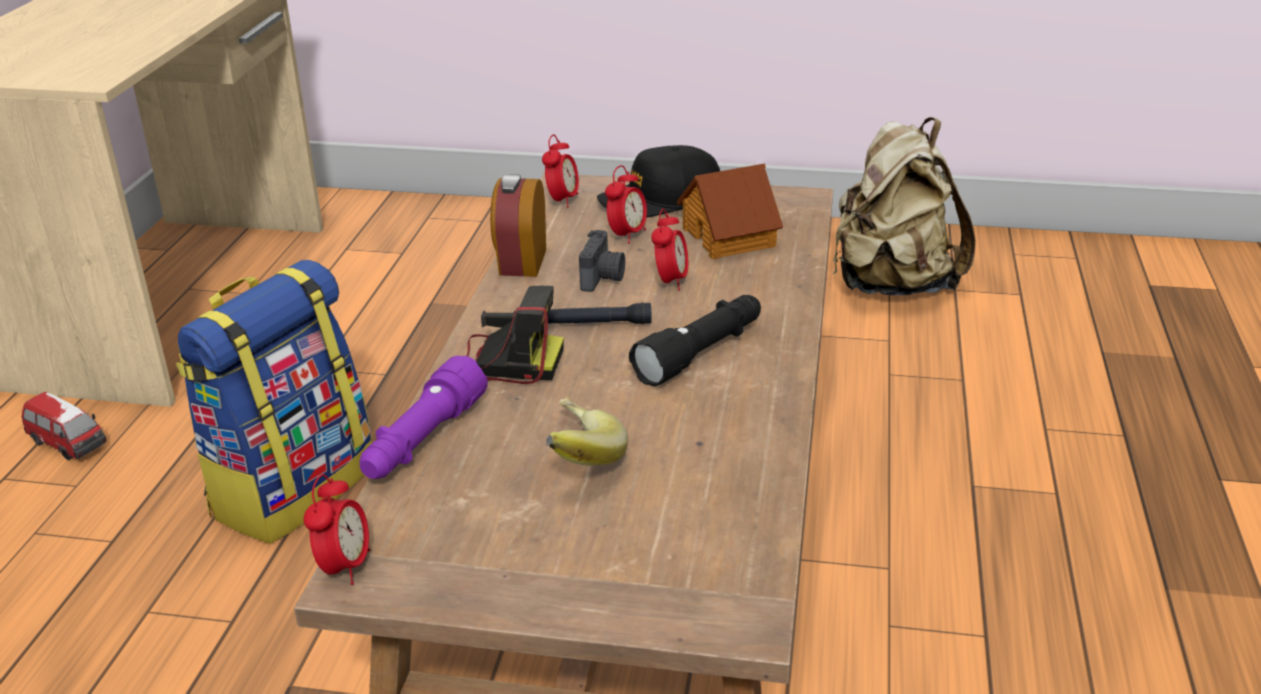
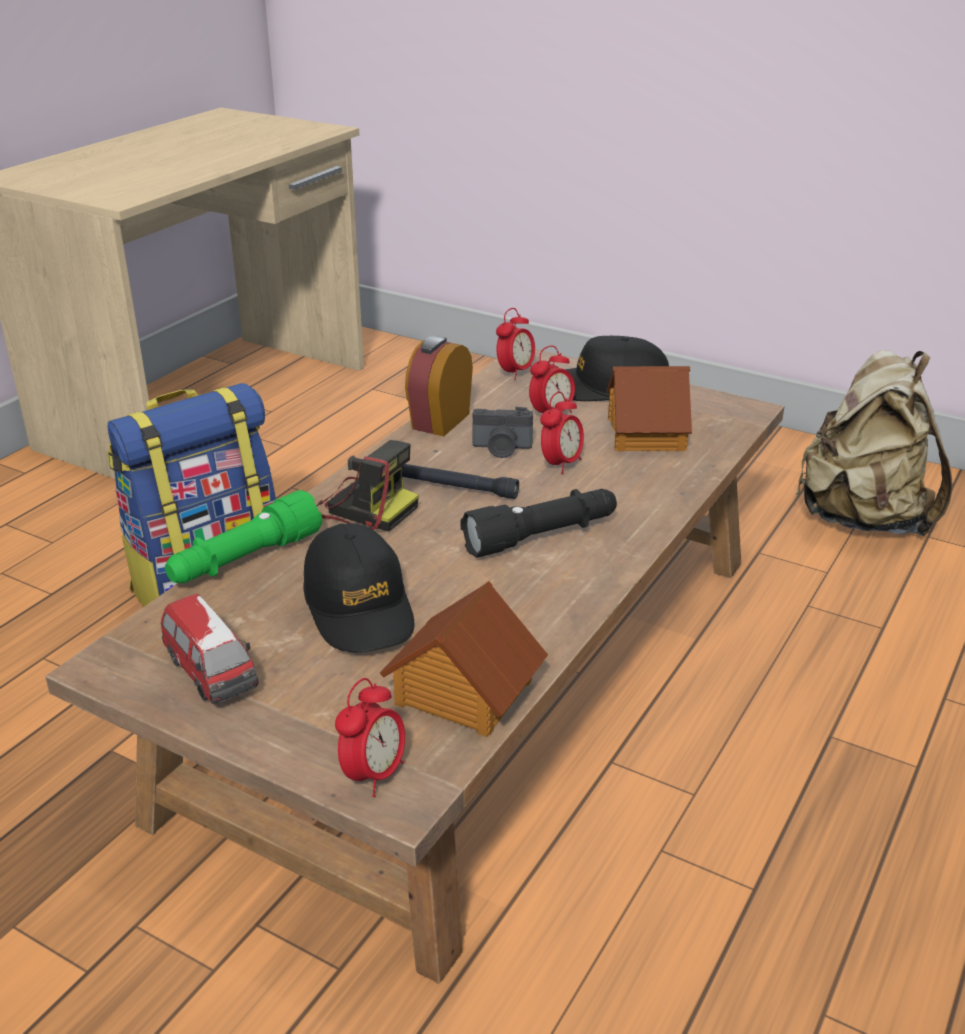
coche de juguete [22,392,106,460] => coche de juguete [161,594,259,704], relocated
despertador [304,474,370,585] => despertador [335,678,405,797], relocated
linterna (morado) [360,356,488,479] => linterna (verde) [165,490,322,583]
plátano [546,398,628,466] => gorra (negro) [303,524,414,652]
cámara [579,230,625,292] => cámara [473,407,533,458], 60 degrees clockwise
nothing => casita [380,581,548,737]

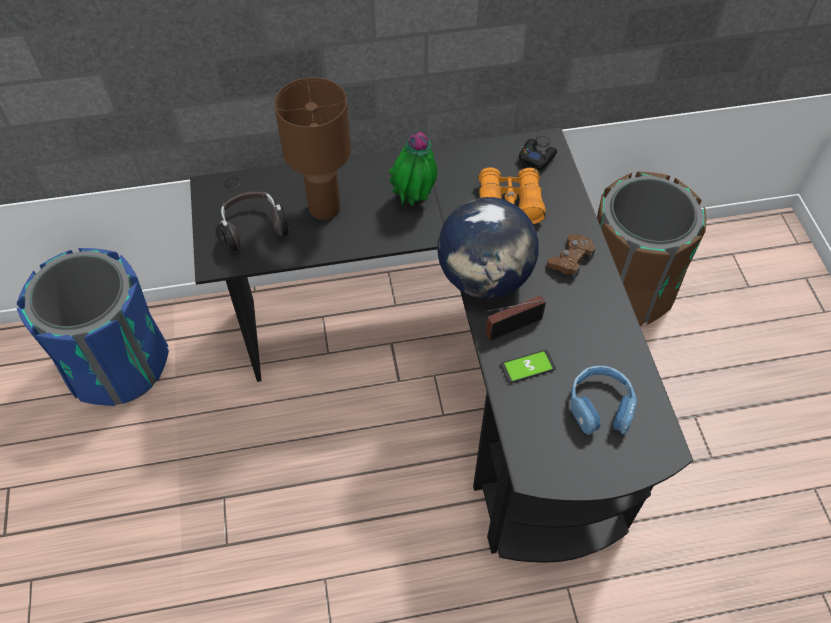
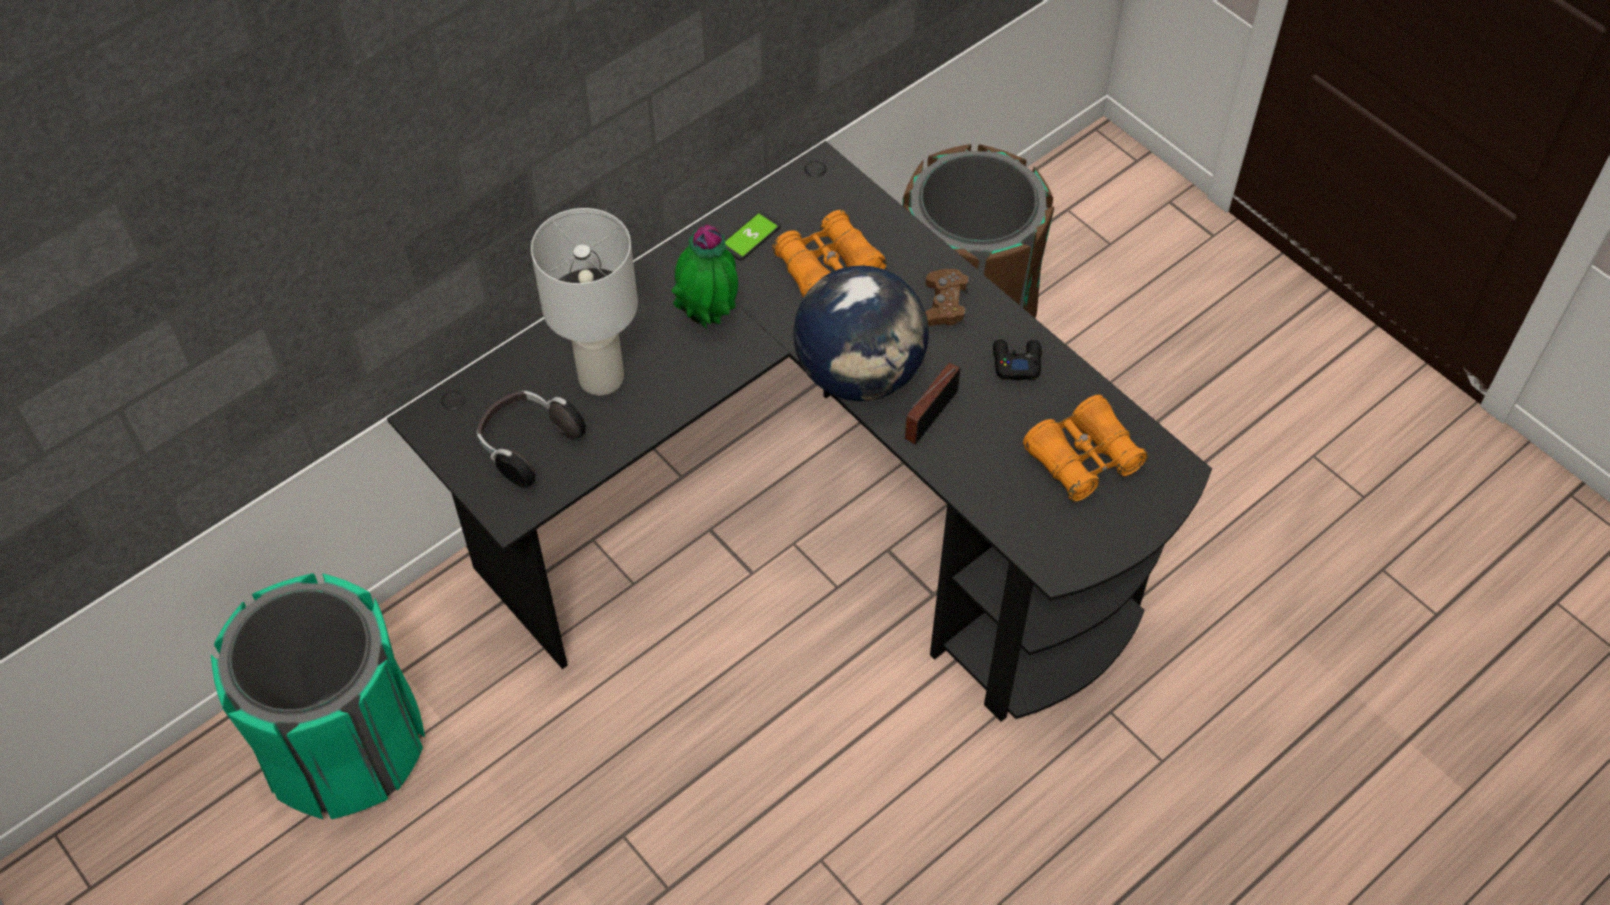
papelera (azul) [17,248,169,406] => papelera (verde) [211,573,425,819]
lámpara de mesa (marrón) [274,77,351,220] => lámpara de mesa (blanco) [531,208,638,396]
móvil [500,350,556,384] => móvil [725,211,781,261], relocated
mando de consola (negro) [519,139,557,169] => mando de consola (negro) [993,339,1042,380], relocated
auriculares (azul) [571,366,638,435] => prismáticos (naranja) [1023,395,1148,502]

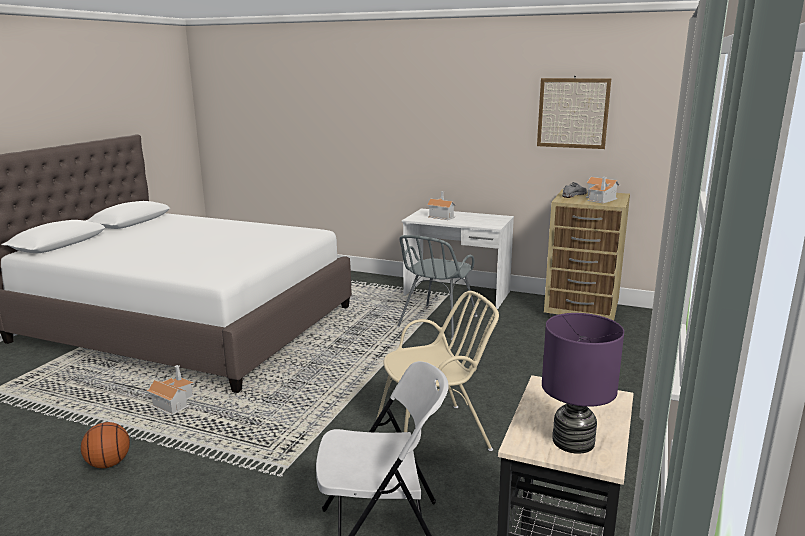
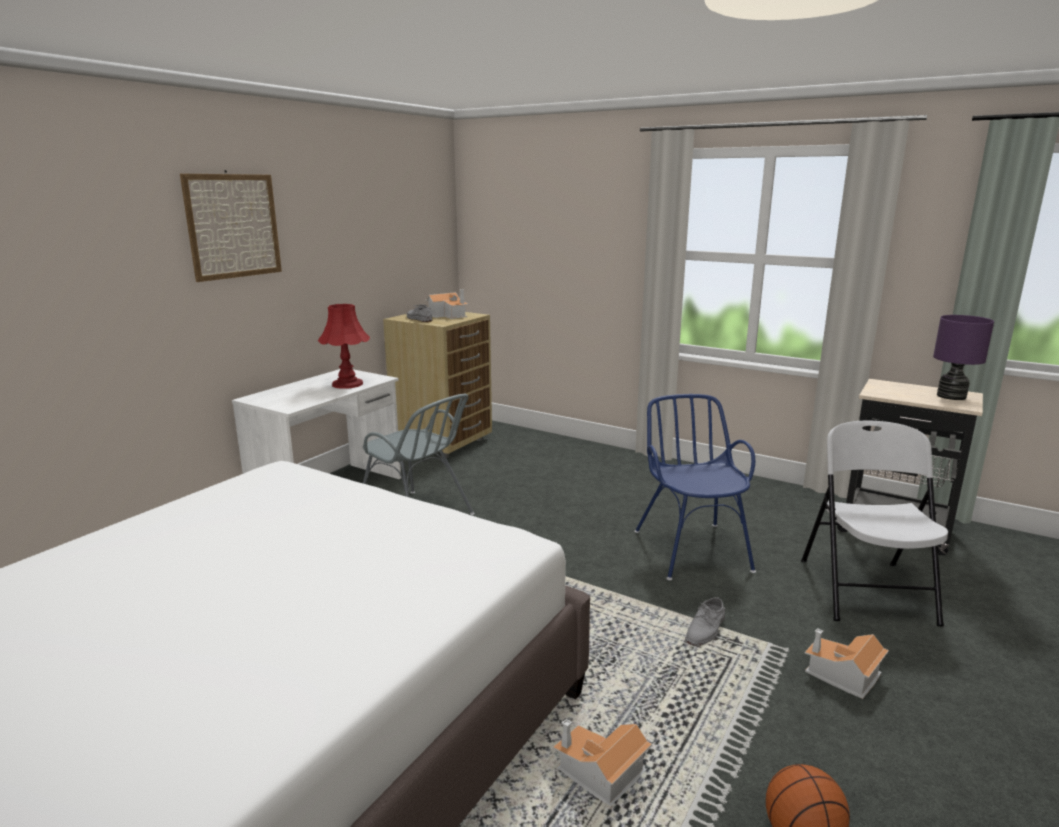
silla (beis) [377,291,499,451] => silla (azul) [634,394,756,581]
casita [427,191,455,220] => casita [805,628,889,699], relocated
cuadro [537,76,611,149] => cuadro [180,170,282,282], relocated
nothing => lámpara de mesa (rojo) [318,304,370,389]
nothing => zapato (gris) [685,597,725,646]

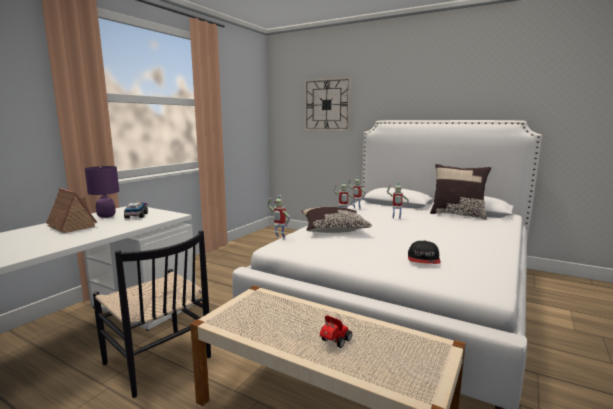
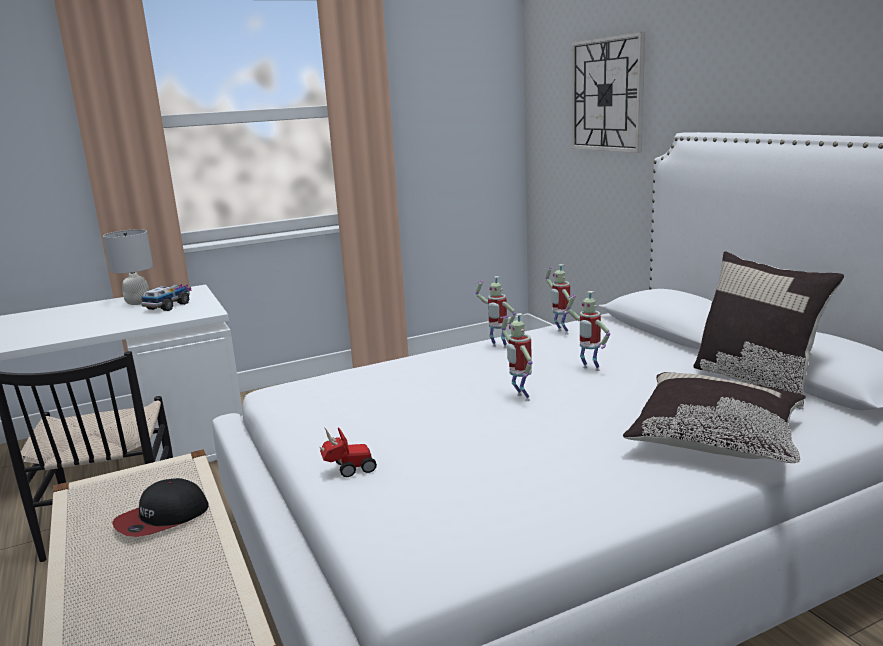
casita [46,188,98,233] => nothing
lámpara de mesa (morado) [84,166,119,218] => lámpara de mesa (gris) [103,229,153,305]
robot de juguete [267,195,290,239] => robot de juguete [500,313,532,401], relocated
cojín [301,207,372,233] => cojín [623,372,806,463], relocated
coche de juguete [320,316,352,348] => coche de juguete [320,427,377,477], relocated
gorra [408,240,441,264] => gorra [112,478,209,537], relocated

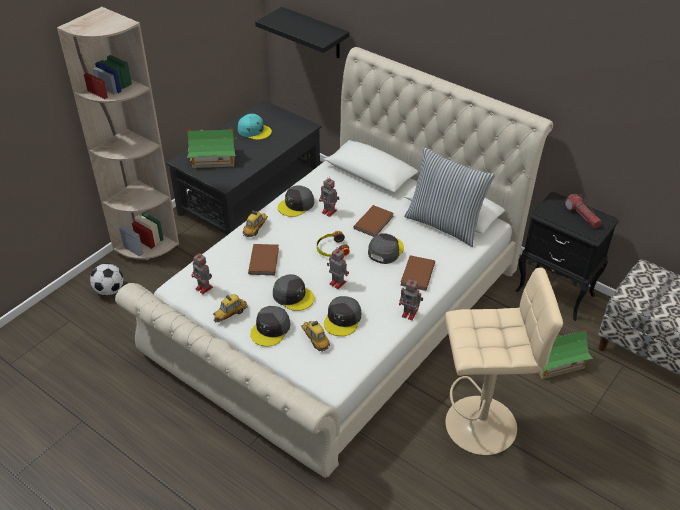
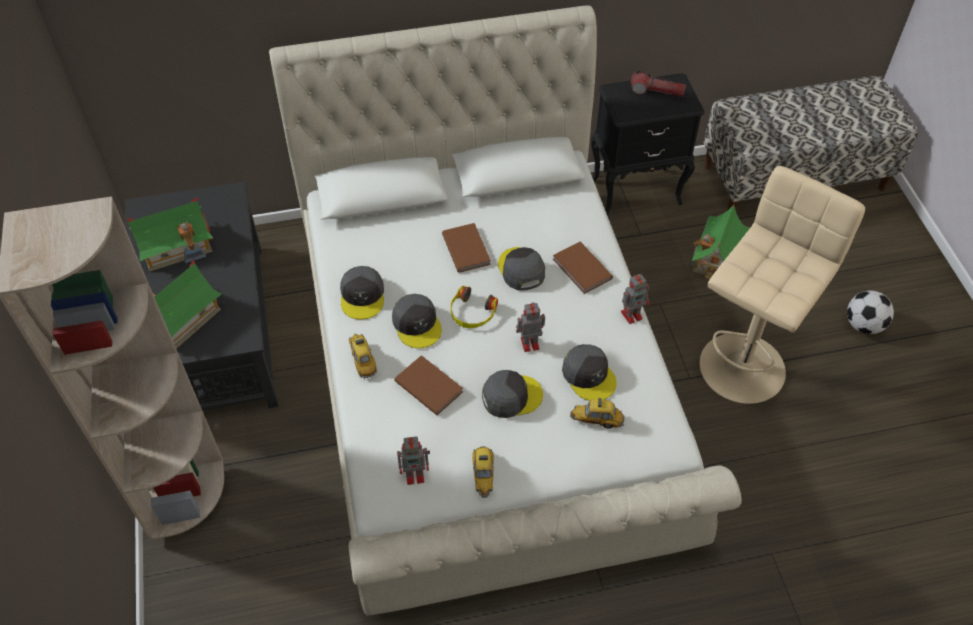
balón de fútbol [90,263,123,296] => balón de fútbol [847,291,894,334], relocated
gorra (turquesa) [238,114,272,140] => casita [127,198,213,271]
gorra (gris) [250,306,290,347] => gorra (gris) [392,294,442,348], relocated
estante (negro) [255,7,349,58] => nothing
robot de juguete [319,177,339,217] => nothing
cojín [404,147,495,247] => nothing

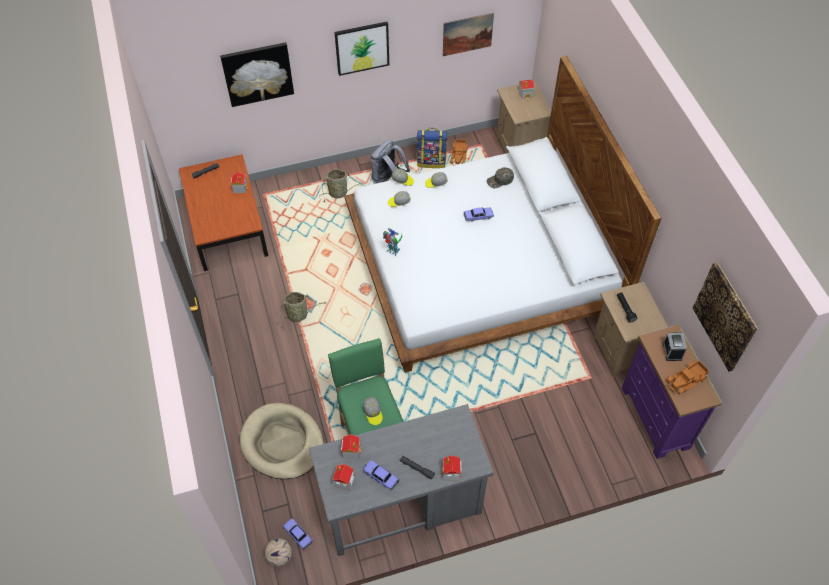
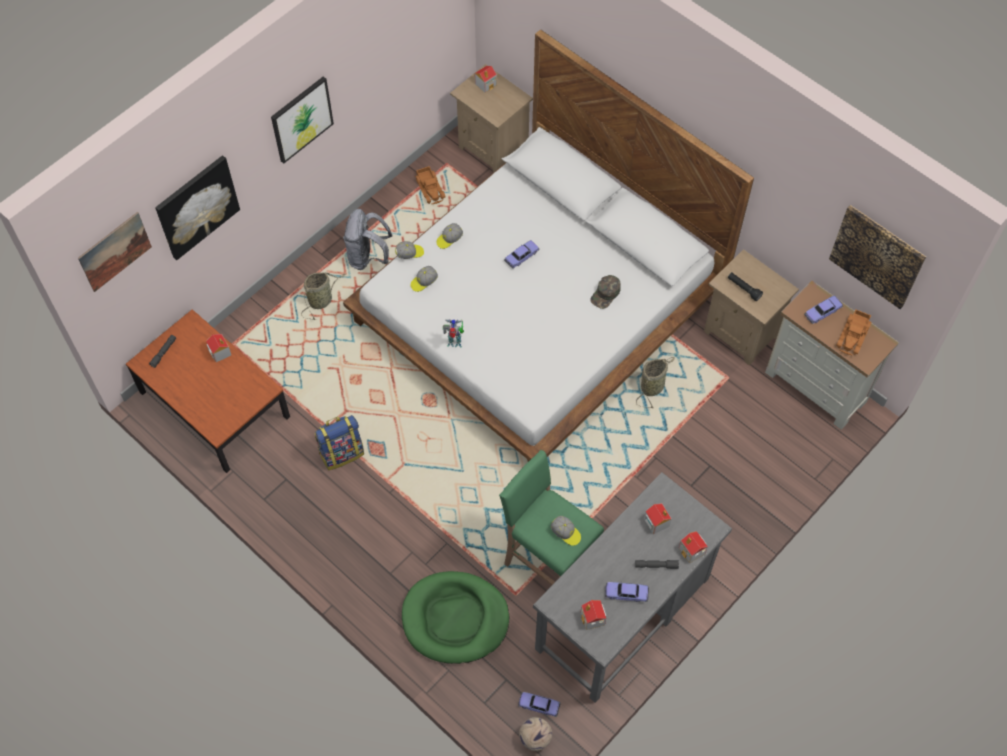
cama para perro (beis) [239,403,324,479] => cama para perro (verde) [402,571,509,664]
cesta [277,292,326,329] => cesta [636,357,675,408], relocated
casita [341,434,361,460] => casita [644,503,672,534], relocated
mochila [417,128,447,168] => mochila [315,415,364,470], relocated
cuadro [443,13,494,56] => cuadro [78,212,152,292], relocated
gorra (verde) [486,167,514,189] => gorra (verde) [590,275,621,309], relocated
cómoda (morado) [622,324,722,459] => cómoda (blanco) [765,281,899,430]
despertador [663,332,687,361] => coche de juguete [804,295,843,324]

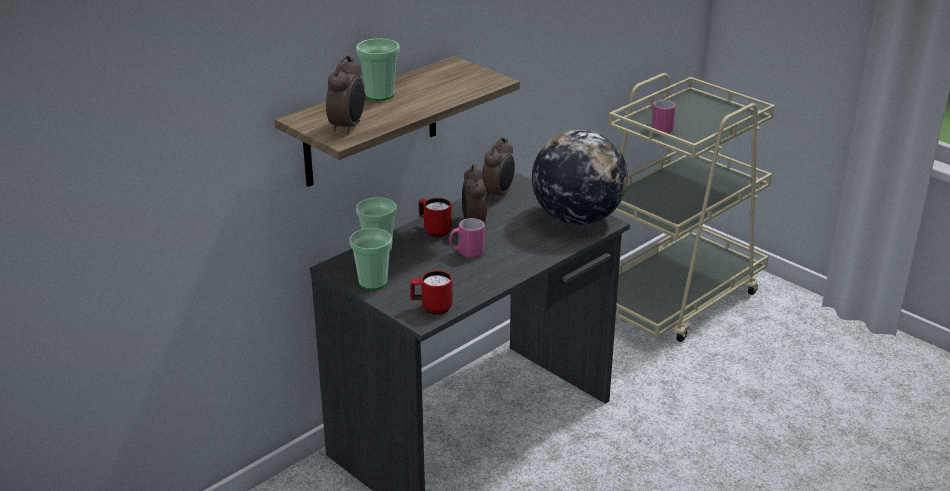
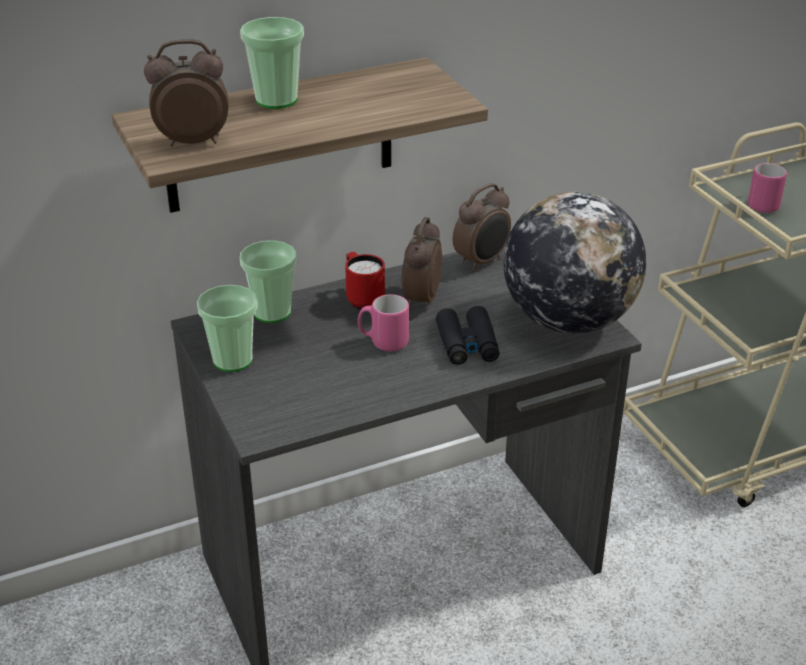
despertador [326,55,365,135] => despertador [144,39,229,147], 135 degrees counterclockwise
taza grande (rojo) [410,270,453,315] => nothing
nothing => prismáticos (negro) [436,306,500,365]

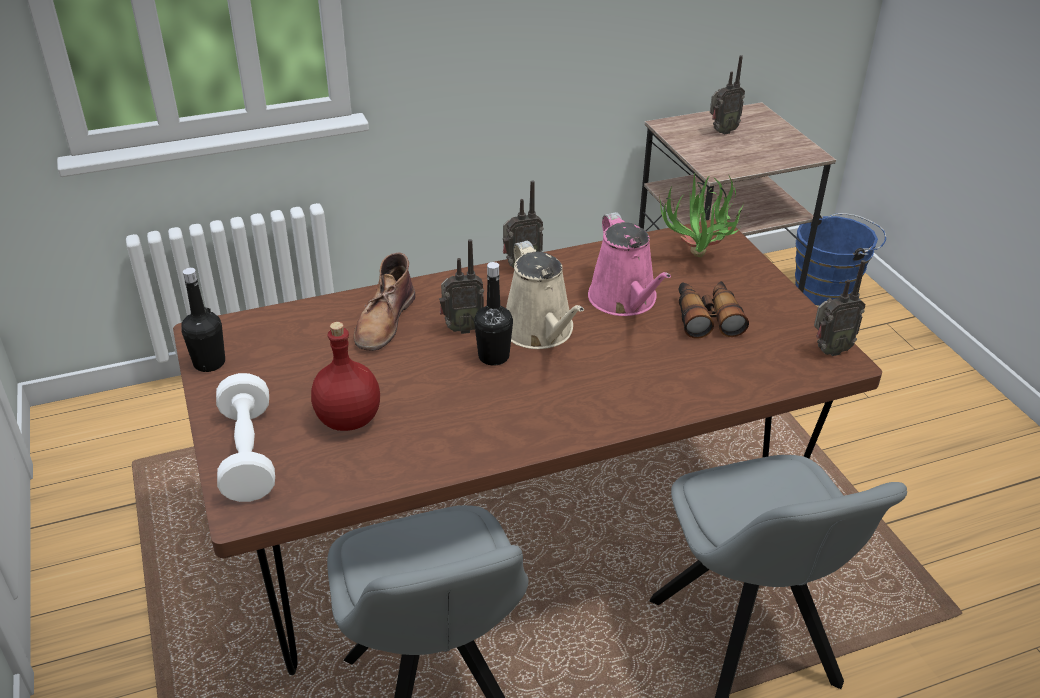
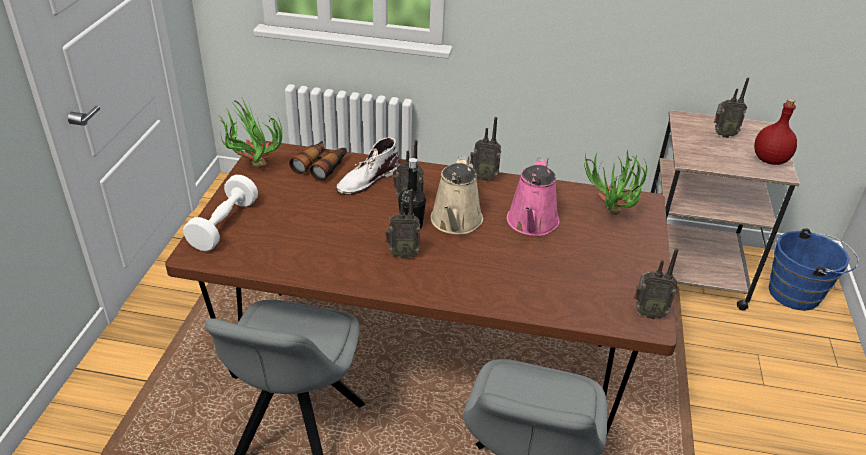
botella (negro) [181,268,225,372] => planta en maceta [217,98,283,169]
botella (rojo) [311,322,380,431] => botella (rojo) [754,98,797,165], relocated
bota (marrón) [354,252,415,351] => bota (blanco) [336,137,400,195]
prismáticos [678,281,749,339] => prismáticos [289,141,347,182], relocated
nothing => radio [385,189,420,259]

